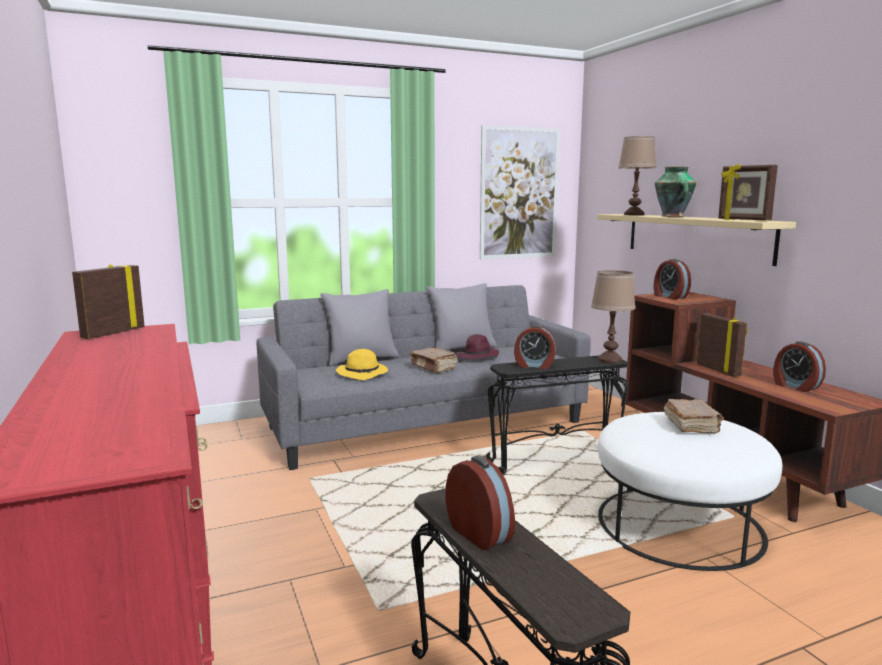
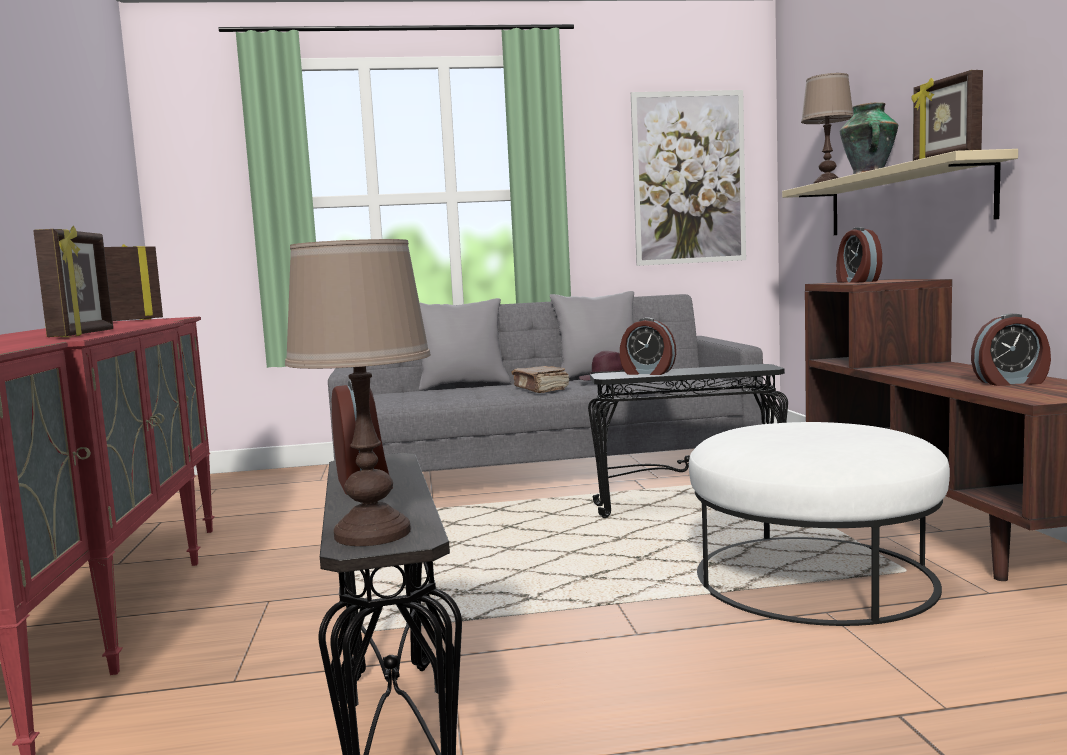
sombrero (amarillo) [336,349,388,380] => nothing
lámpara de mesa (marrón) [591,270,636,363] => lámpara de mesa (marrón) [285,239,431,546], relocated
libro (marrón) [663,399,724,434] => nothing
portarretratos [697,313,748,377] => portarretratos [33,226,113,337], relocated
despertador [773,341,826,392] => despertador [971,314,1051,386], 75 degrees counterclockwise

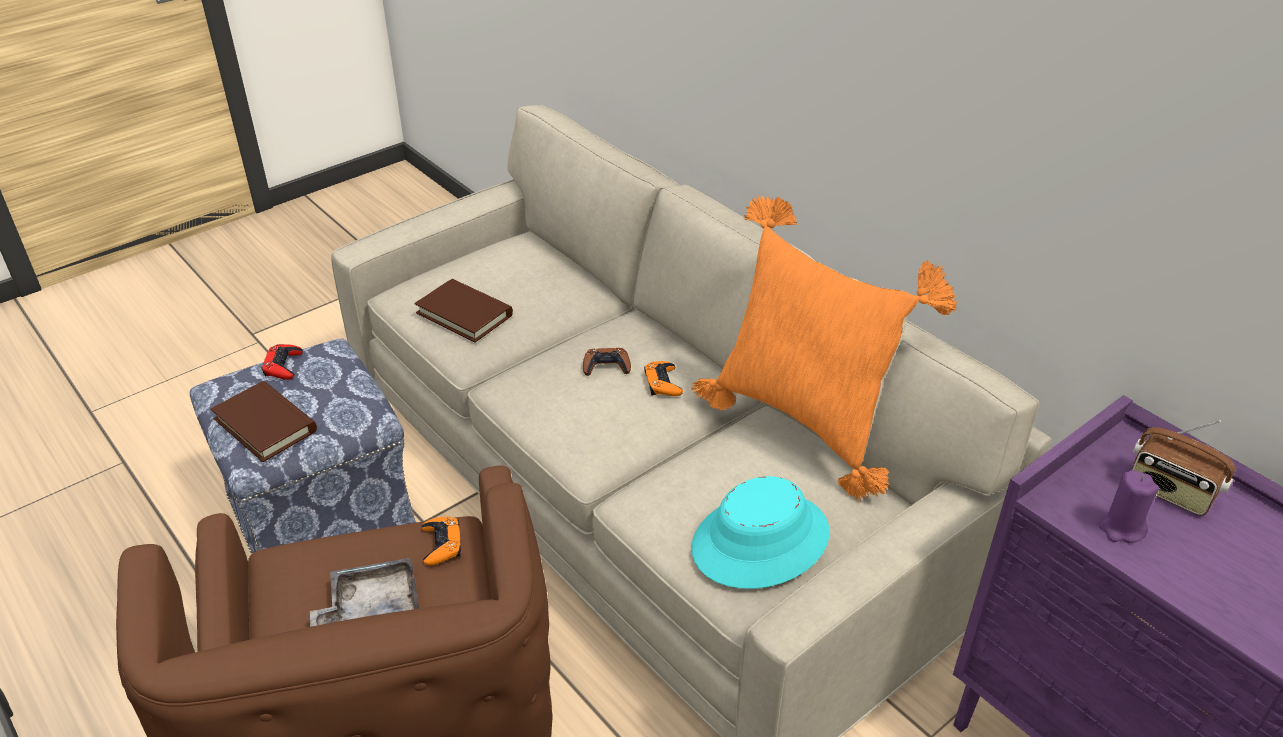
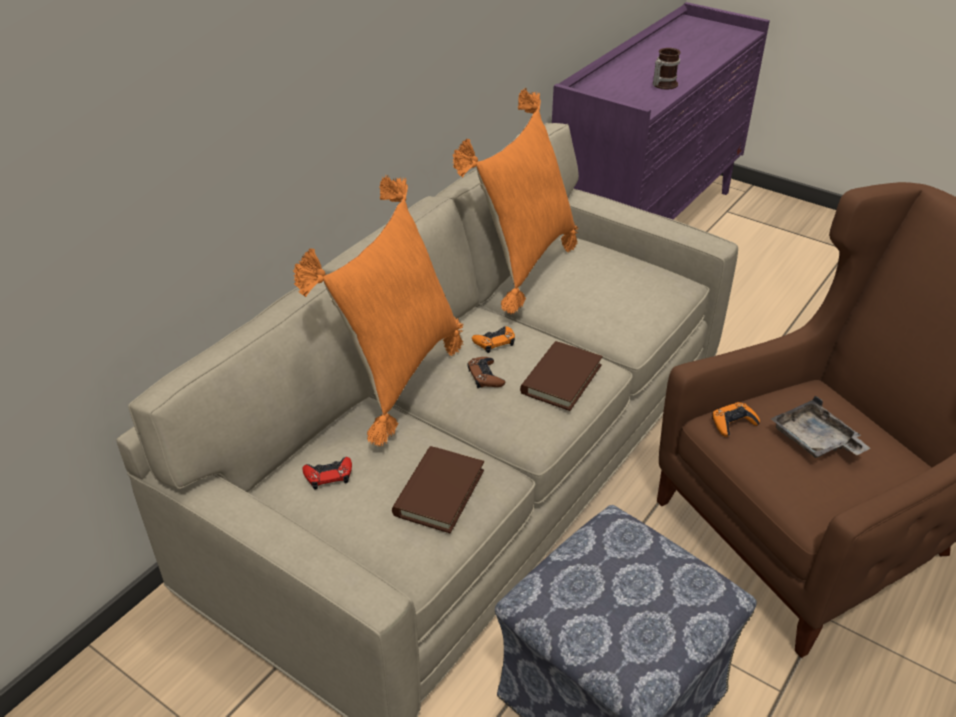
libro (marrón) [211,381,317,462] => libro (marrón) [520,341,603,411], relocated
mando de consola (rojo) [262,344,303,380] => mando de consola (rojo) [303,457,352,489], relocated
sombrero (turquesa) [691,476,830,589] => nothing
vela (morado) [1099,470,1159,543] => nothing
radio [1131,420,1235,516] => nothing
nothing => cojín (naranja) [293,174,464,447]
nothing => taza grande [653,48,681,89]

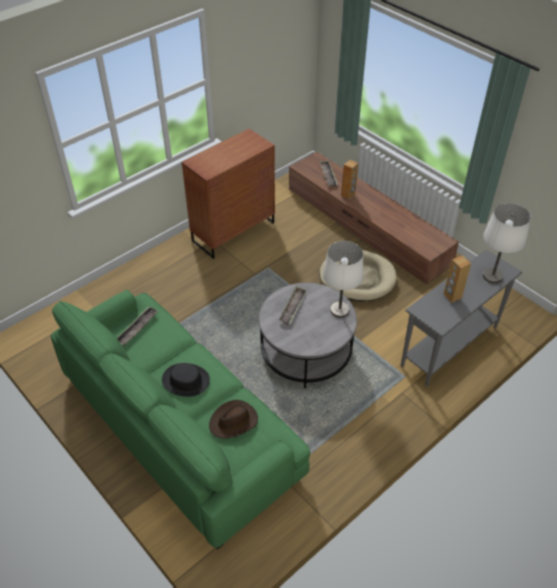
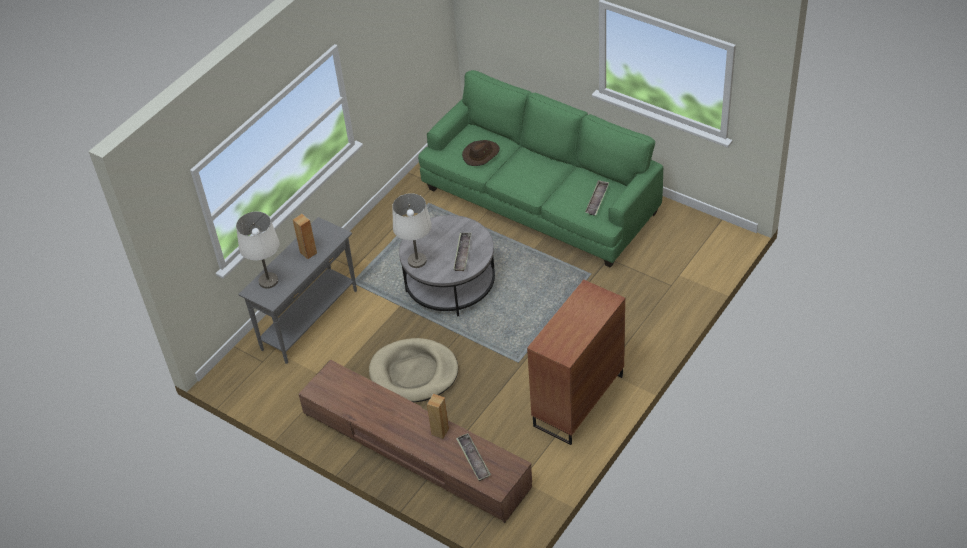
sombrero (negro) [162,363,210,397] => nothing

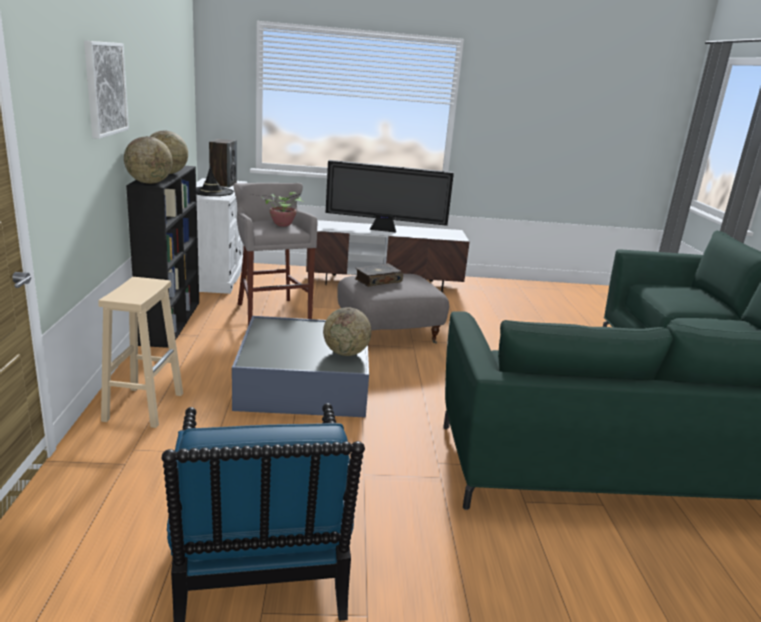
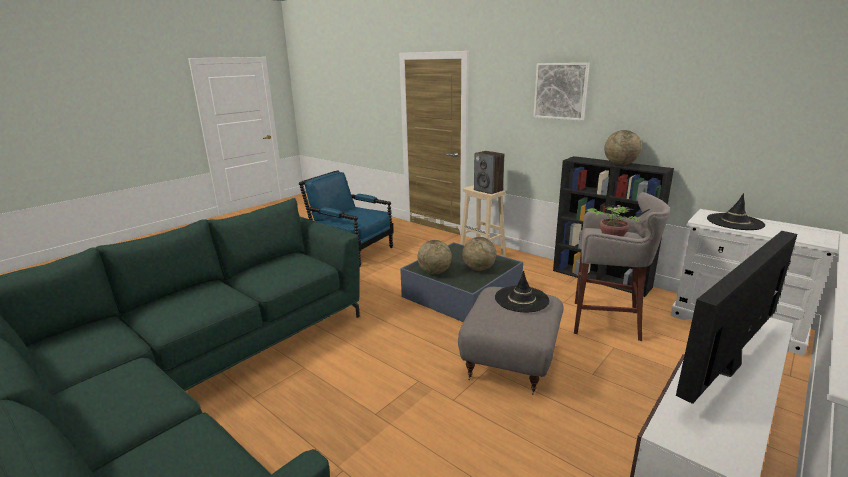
globo terráqueo [124,137,173,184] => globo terráqueo [462,237,496,271], relocated
altavoz [209,139,237,188] => altavoz [474,151,505,194], relocated
libro [354,263,403,287] => sombrero (negro) [495,271,549,312]

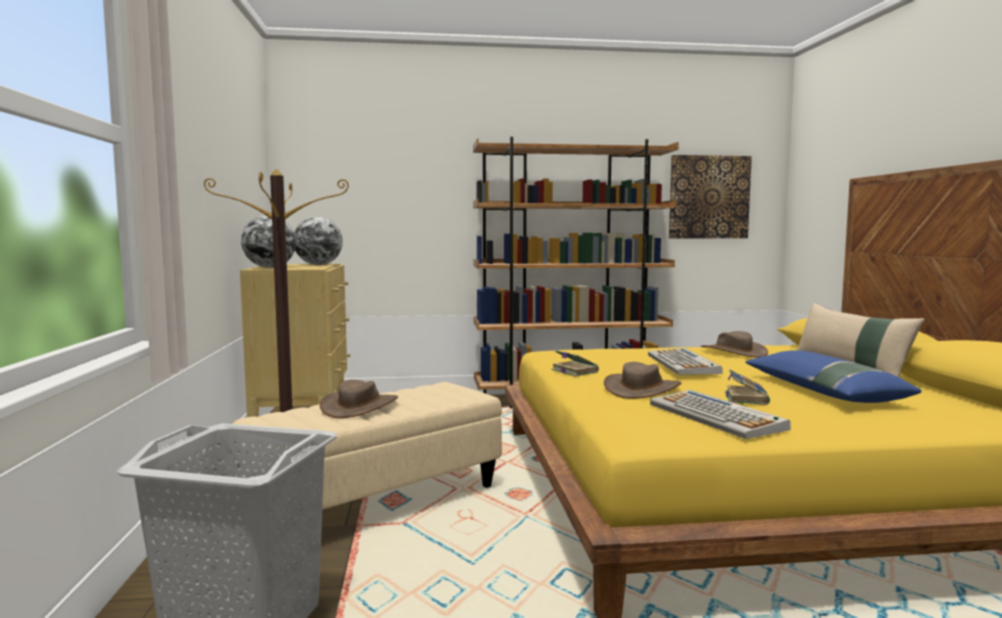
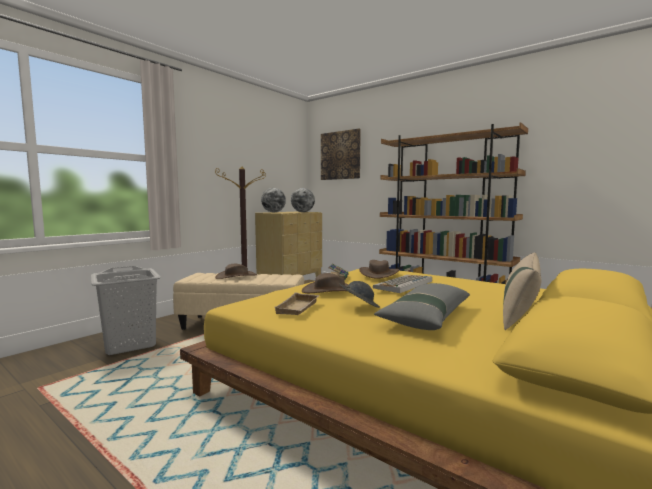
teclado [650,390,791,439] => bandeja (beis) [275,292,319,315]
cuadro [669,155,752,238] => cuadro [321,129,361,180], relocated
sombrero (marrón) [701,331,768,358] => sombrero (marrón) [359,260,399,279], relocated
libro [725,369,770,405] => sombrero (gris) [339,281,380,308]
cojín (azul) [745,350,922,403] => cojín (gris) [374,283,470,330]

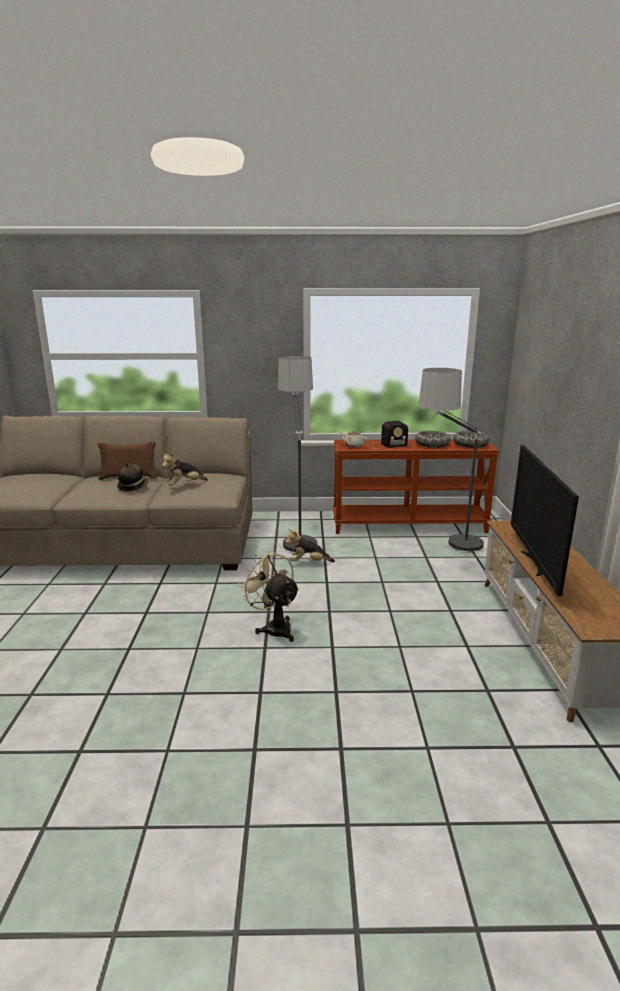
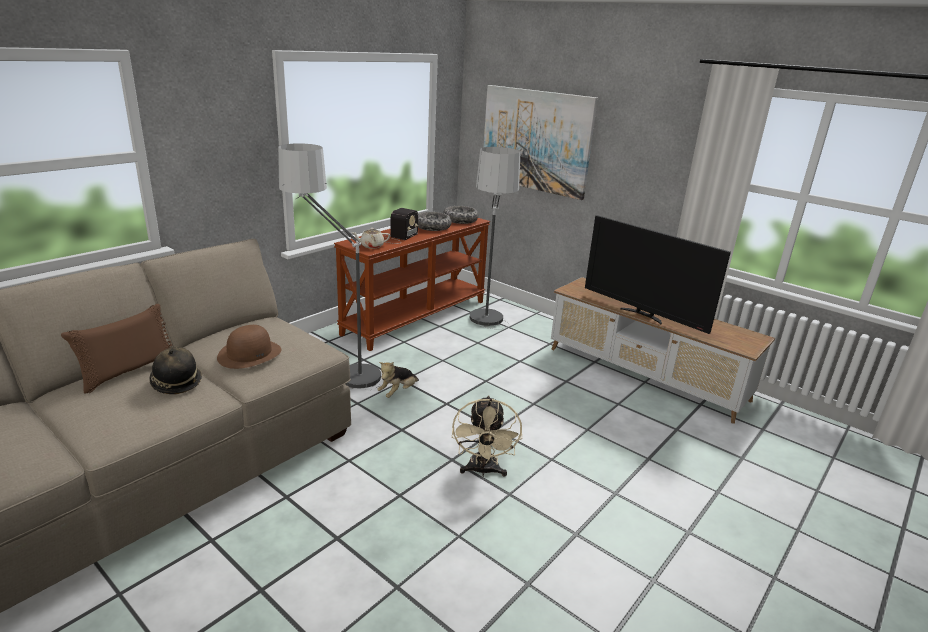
peluche [161,453,208,486] => sombrero (marrón) [217,325,281,369]
ventilador (beis) [238,550,300,642] => ventilador (beis) [452,395,522,477], 90 degrees counterclockwise
nothing => cuadro [483,85,598,200]

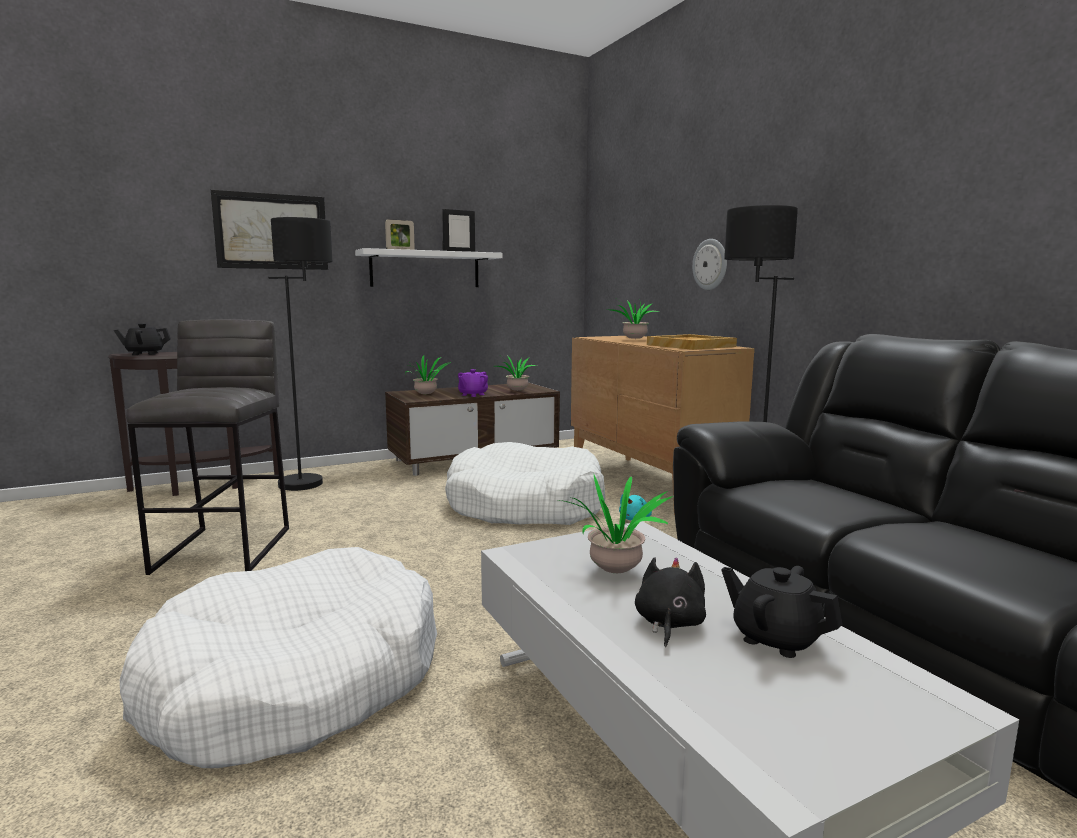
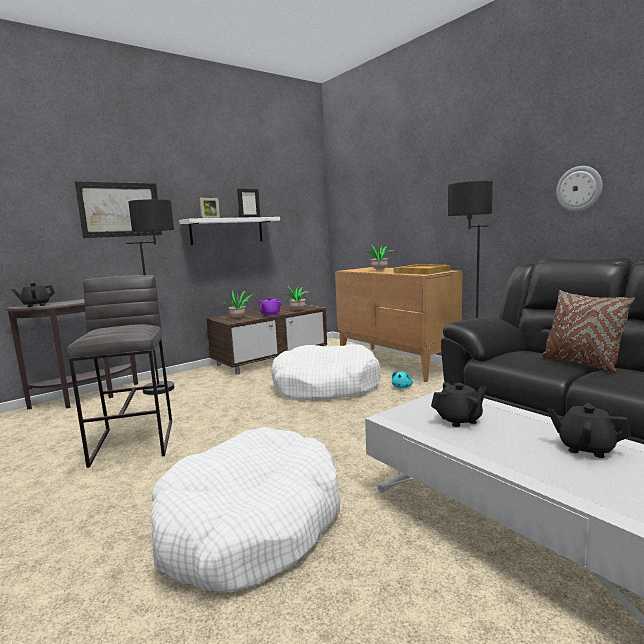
planta en maceta [560,475,673,573] => tetera (negro) [431,382,487,427]
peluche (negro) [635,557,706,647] => nothing
reloj de pared [692,239,727,290] => reloj de pared [556,166,603,211], relocated
nothing => cojín (marrón) [541,290,635,373]

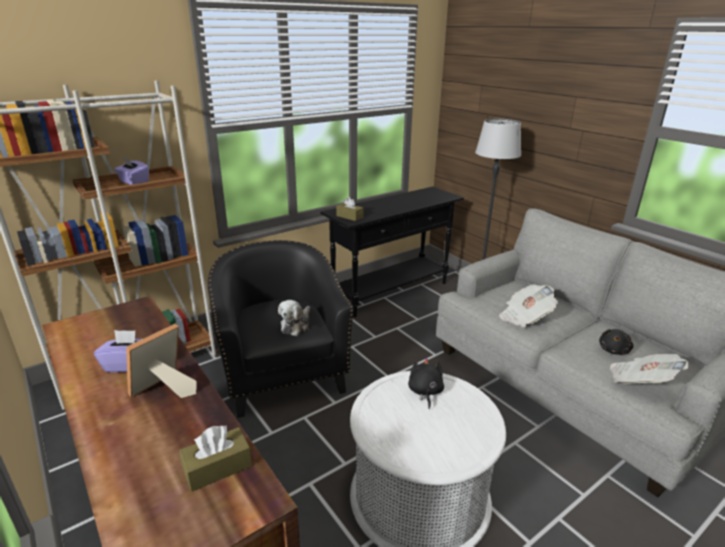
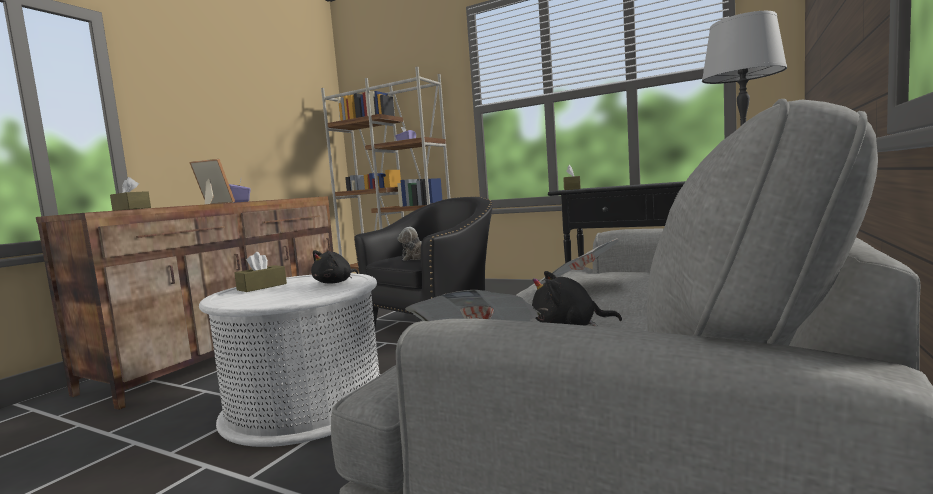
peluche (negro) [408,358,444,409] => peluche (negro) [311,250,358,284], 150 degrees clockwise
nothing => caja de pañuelos (marrón) [234,252,287,292]

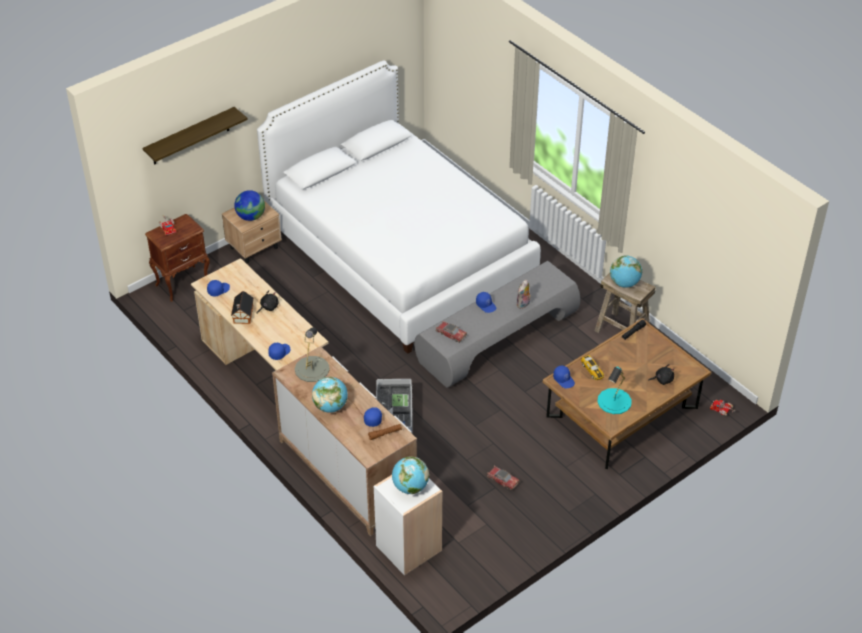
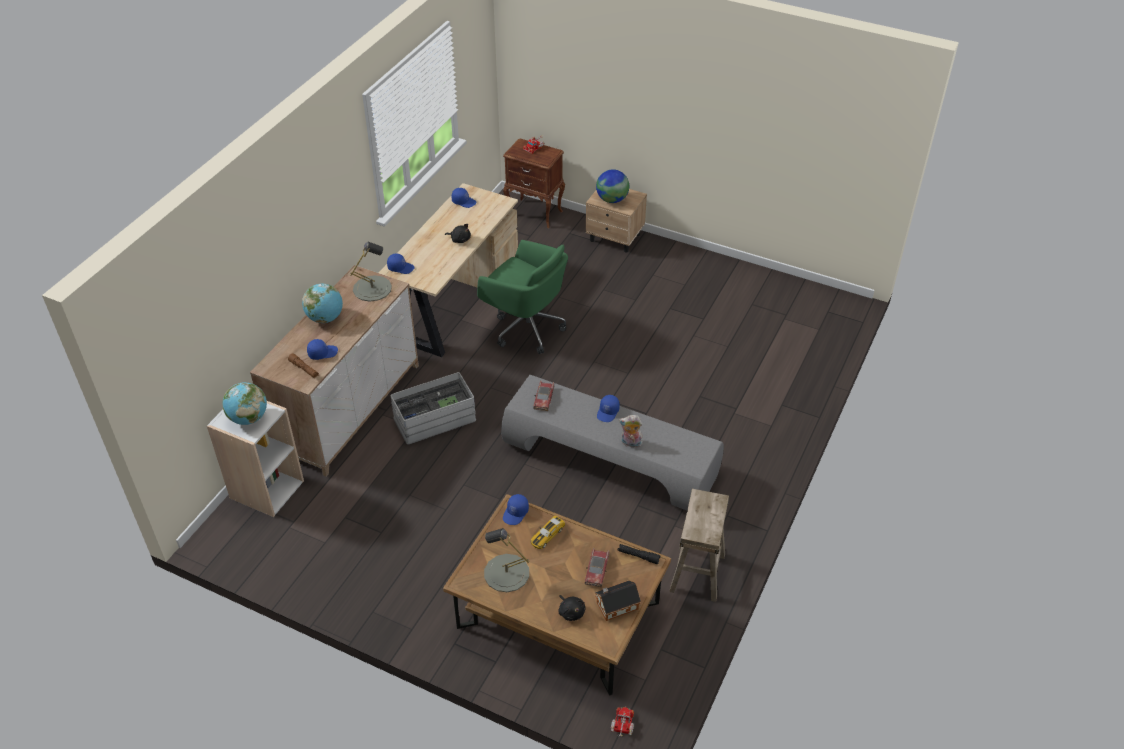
estante [142,107,248,165] => nothing
casita [231,291,254,324] => casita [595,581,641,621], relocated
cama (blanco) [257,60,541,354] => nothing
coche de juguete [487,466,520,491] => coche de juguete [585,548,609,587], relocated
lámpara de mesa (turquesa) [597,366,632,414] => lámpara de mesa (gris) [484,528,529,592]
globo terráqueo [610,255,642,288] => nothing
nothing => silla de oficina (verde) [477,240,568,354]

